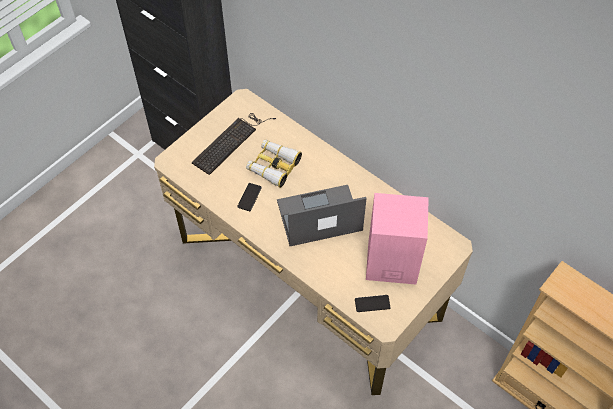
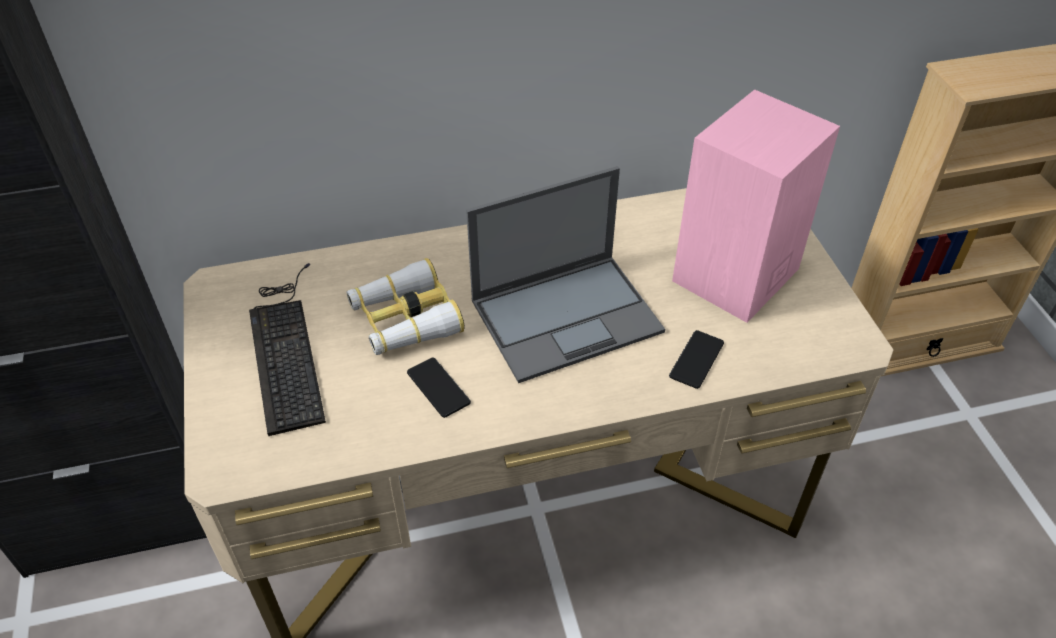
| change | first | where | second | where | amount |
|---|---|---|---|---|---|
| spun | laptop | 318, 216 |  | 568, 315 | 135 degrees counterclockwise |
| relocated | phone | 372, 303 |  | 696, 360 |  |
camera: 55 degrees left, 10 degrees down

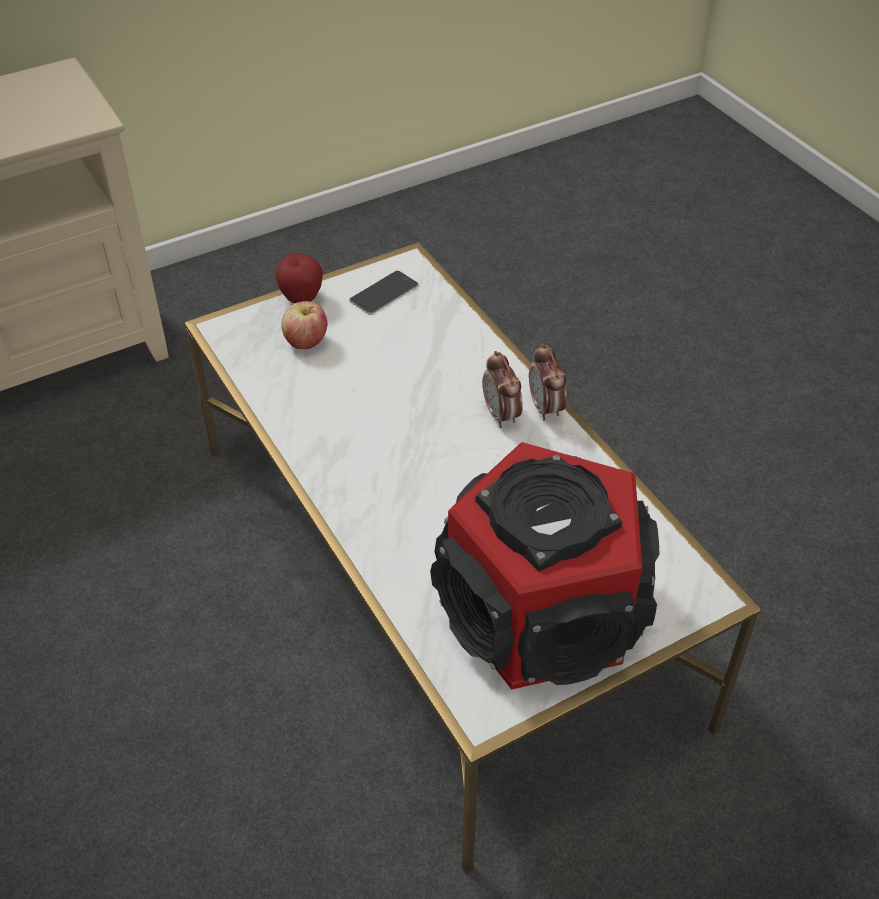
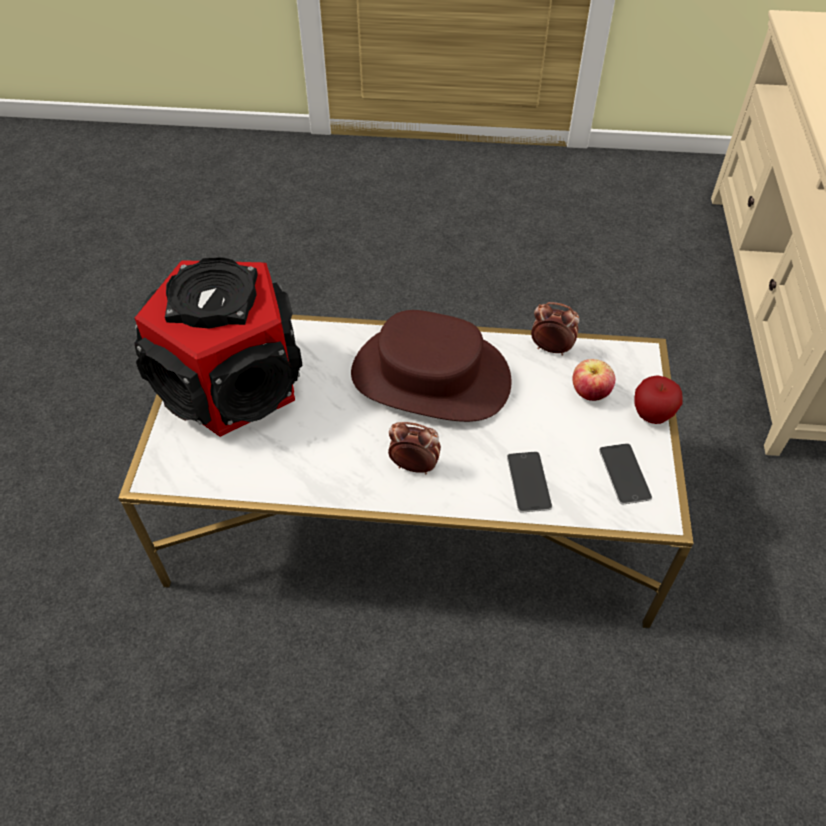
| change | first | where | second | where | amount |
|---|---|---|---|---|---|
| relocated | alarm clock | 546, 408 |  | 551, 348 |  |
| appeared |  |  | brown hat | 430, 377 |  |
| appeared |  |  | phone | 528, 481 |  |
camera: 125 degrees right, 5 degrees up

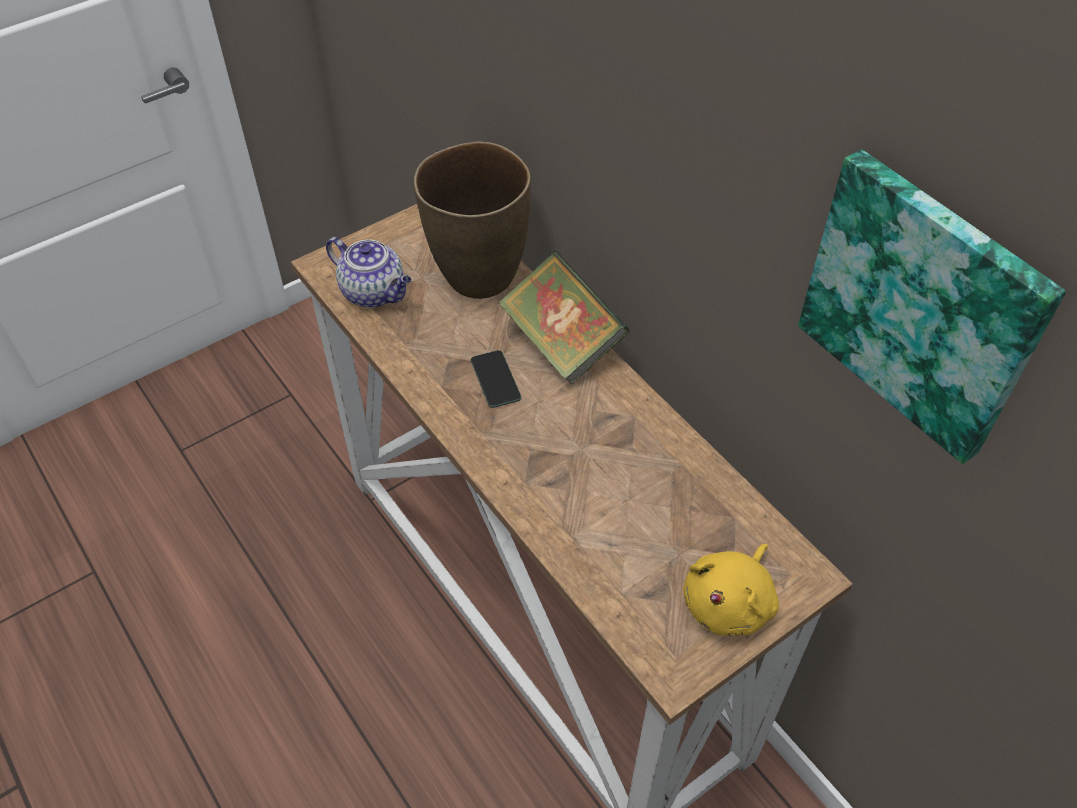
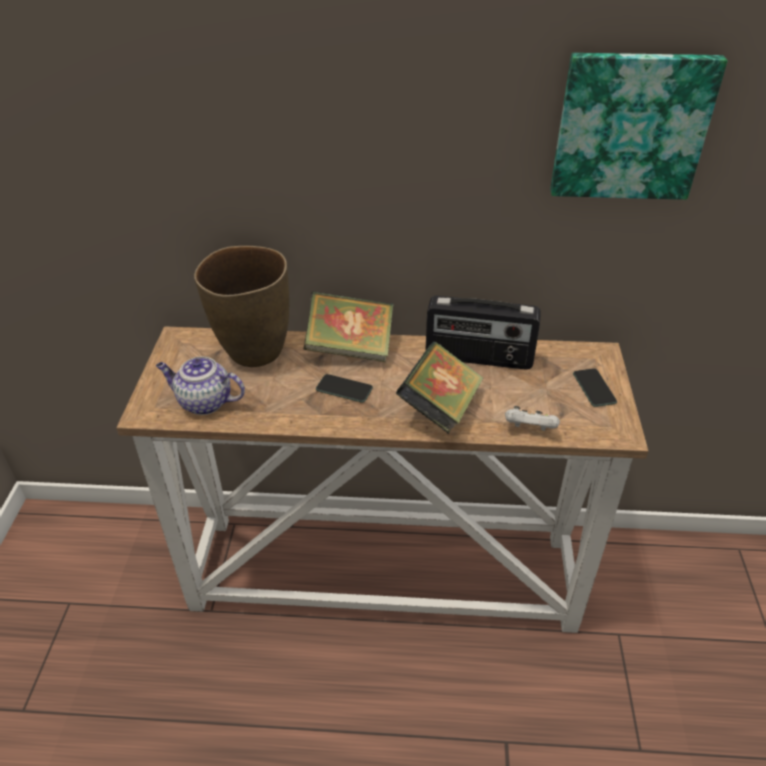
| change | first | where | second | where | amount |
|---|---|---|---|---|---|
| spun | teapot | 374, 293 |  | 204, 402 | 150 degrees counterclockwise |
| exchanged | yellow plush toy | 730, 603 | phone | 594, 388 |  |
| appeared |  |  | book | 440, 408 |  |
| appeared |  |  | radio | 478, 358 |  |
| appeared |  |  | white game controller | 529, 429 |  |
camera: 50 degrees left, 10 degrees down

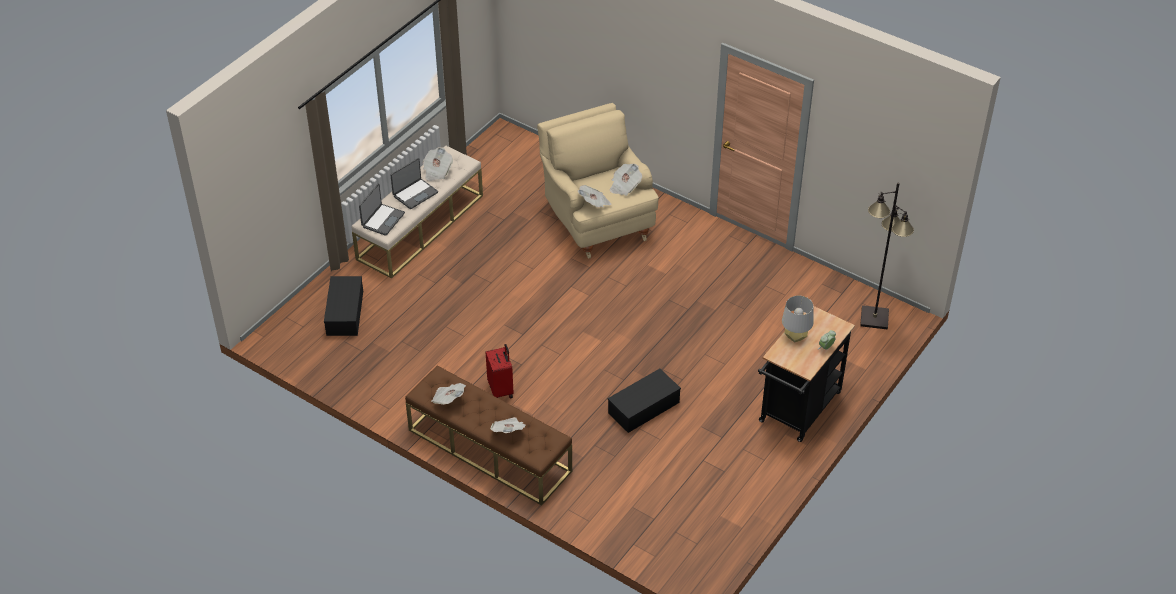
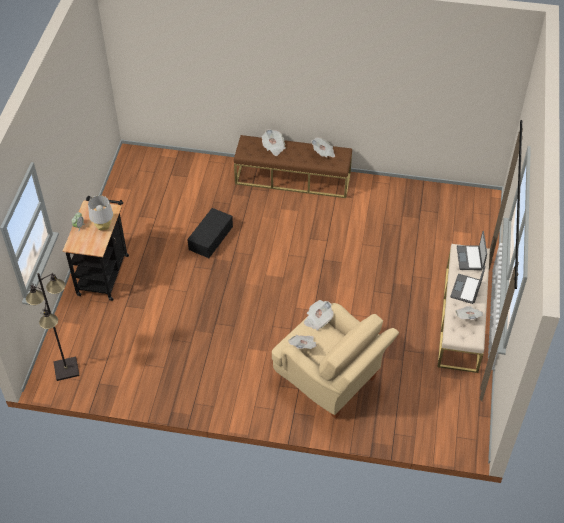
| change | first | where | second | where | amount |
|---|---|---|---|---|---|
| missing | black storage box | 344, 312 |  |  |  |
| missing | red suitcase | 501, 390 |  |  |  |
camera: 155 degrees right, 5 degrees up

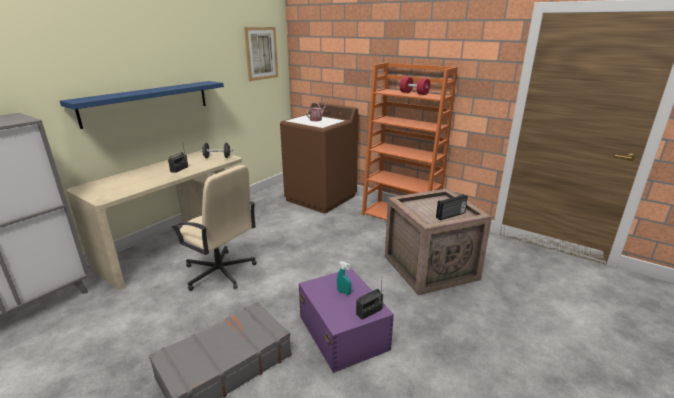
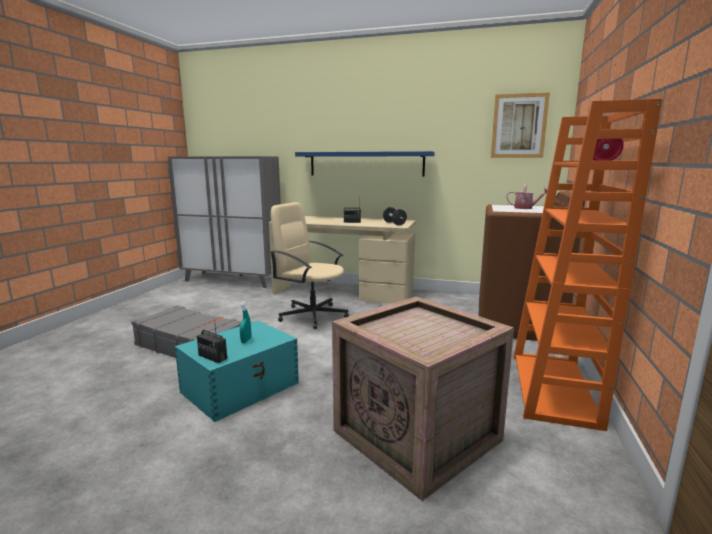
| change | first | where | second | where | amount |
|---|---|---|---|---|---|
| spun | beige office chair | 220, 272 |  | 312, 315 | 105 degrees clockwise |
| colour | purple storage box | 343, 331 | turquoise storage box | 241, 387 |  |
| missing | radio | 451, 215 |  |  |  |
camera: 70 degrees right, 10 degrees down

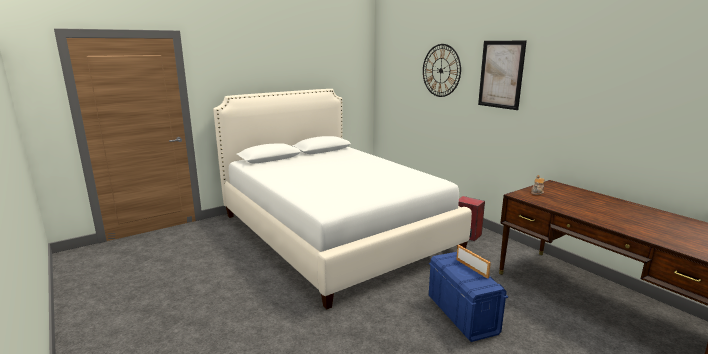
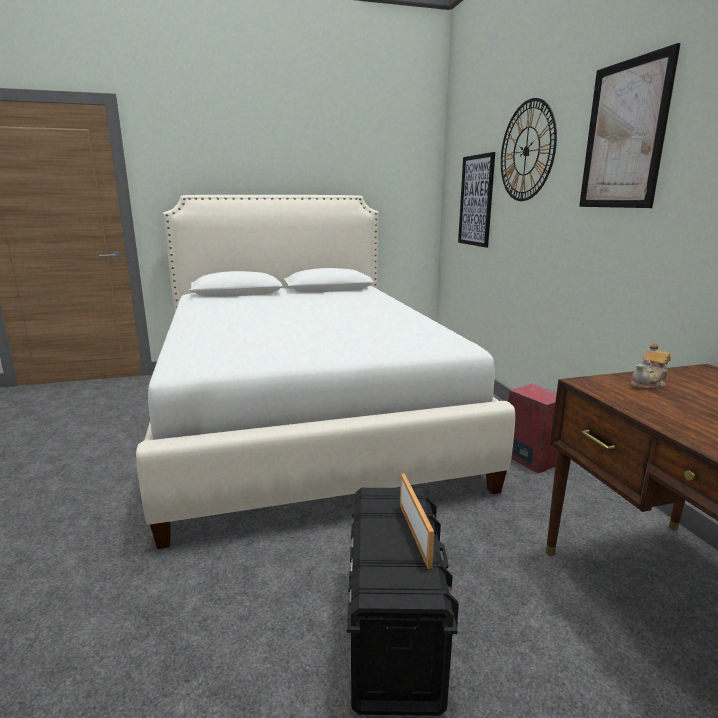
| change | first | where | second | where | amount |
|---|---|---|---|---|---|
| colour | blue storage box | 462, 314 | black storage box | 394, 630 |  |
| appeared |  |  | picture | 476, 201 |  |
camera: 20 degrees right, 0 degrees up

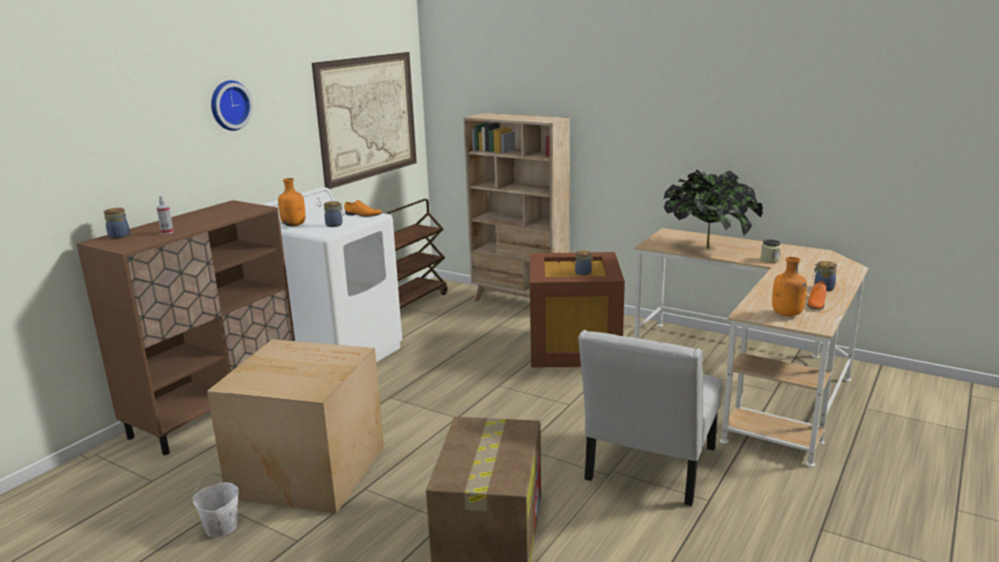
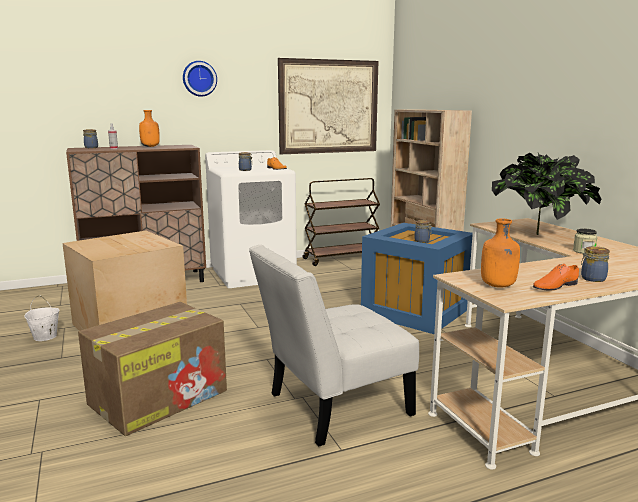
| change | first | where | second | where | amount |
|---|---|---|---|---|---|
| relocated | orange bottle | 294, 225 |  | 151, 146 |  |
| colour | brown storage box | 575, 347 | blue storage box | 417, 311 |  |
camera: 35 degrees right, 5 degrees down

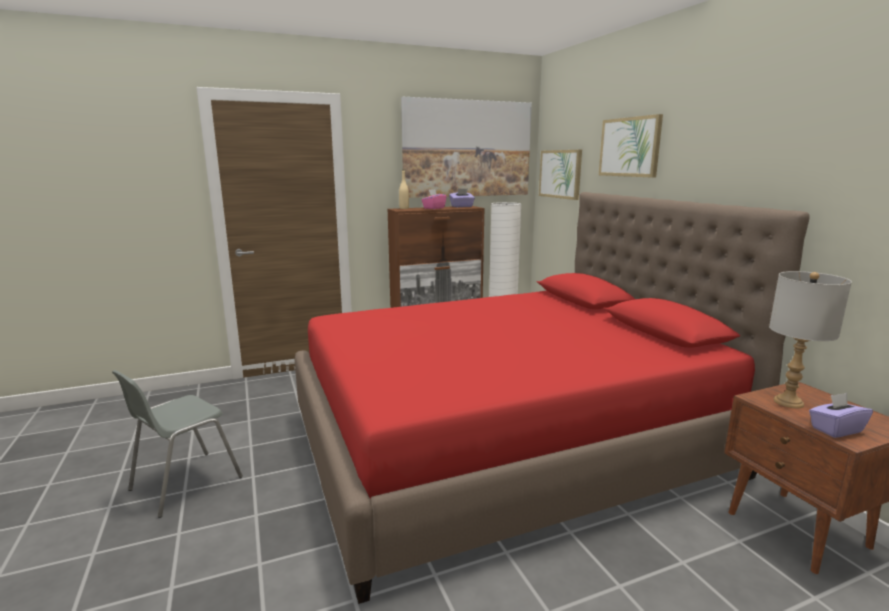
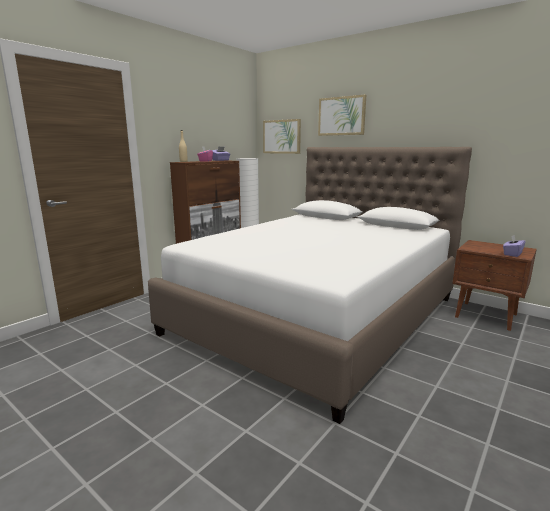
| change | first | where | second | where | amount |
|---|---|---|---|---|---|
| missing | grey chair | 184, 483 |  |  |  |
| colour | red bed | 506, 444 | white bed | 318, 315 |  |
| missing | picture | 467, 149 |  |  |  |
| missing | grey table lamp | 789, 402 |  |  |  |
camera: 30 degrees left, 0 degrees up

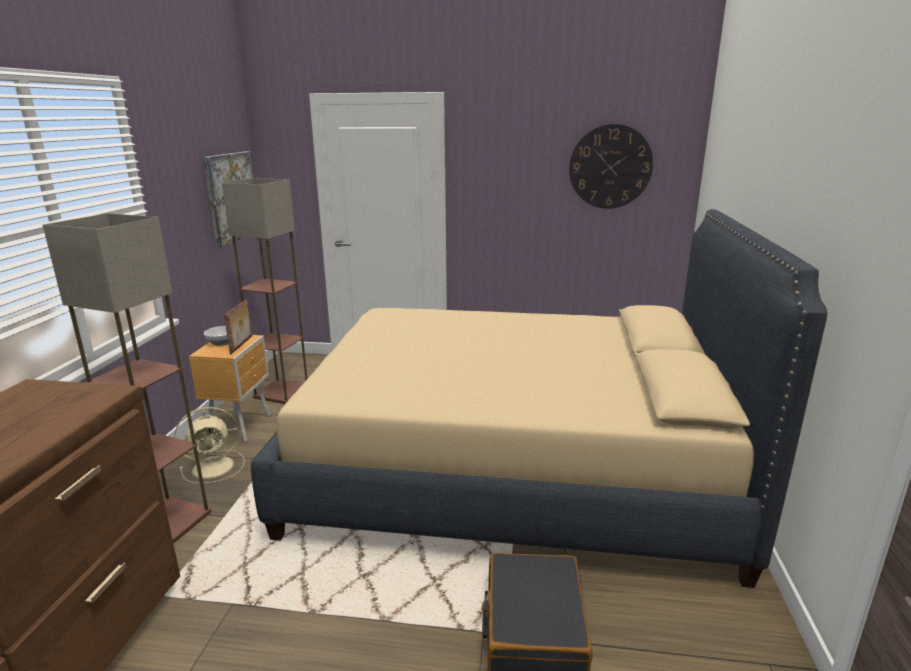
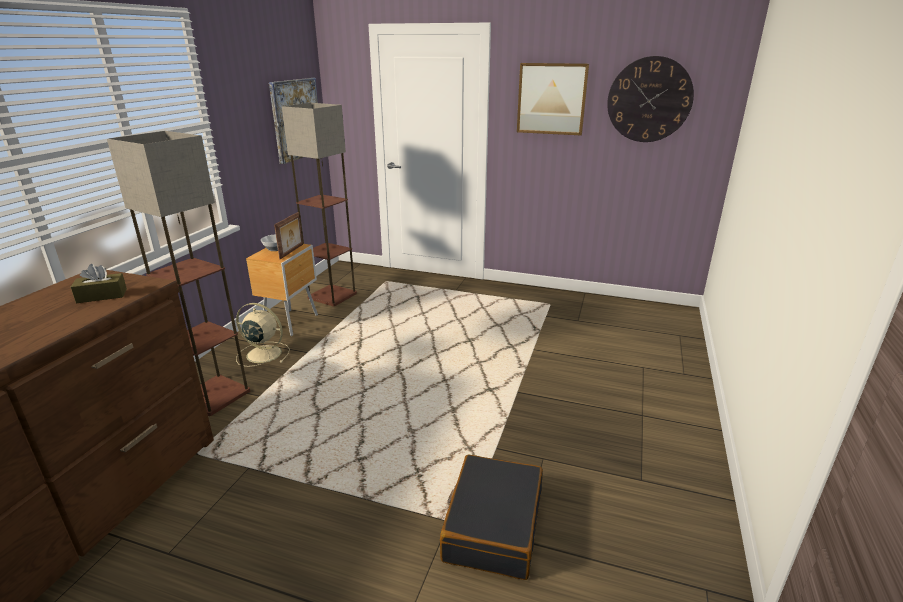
| change | first | where | second | where | amount |
|---|---|---|---|---|---|
| spun | beige fan | 215, 467 |  | 262, 354 | 150 degrees counterclockwise |
| missing | beige bed | 511, 467 |  |  |  |
| appeared |  |  | brown tissue box | 102, 296 |  |
| appeared |  |  | picture | 551, 99 |  |
camera: 10 degrees right, 5 degrees up

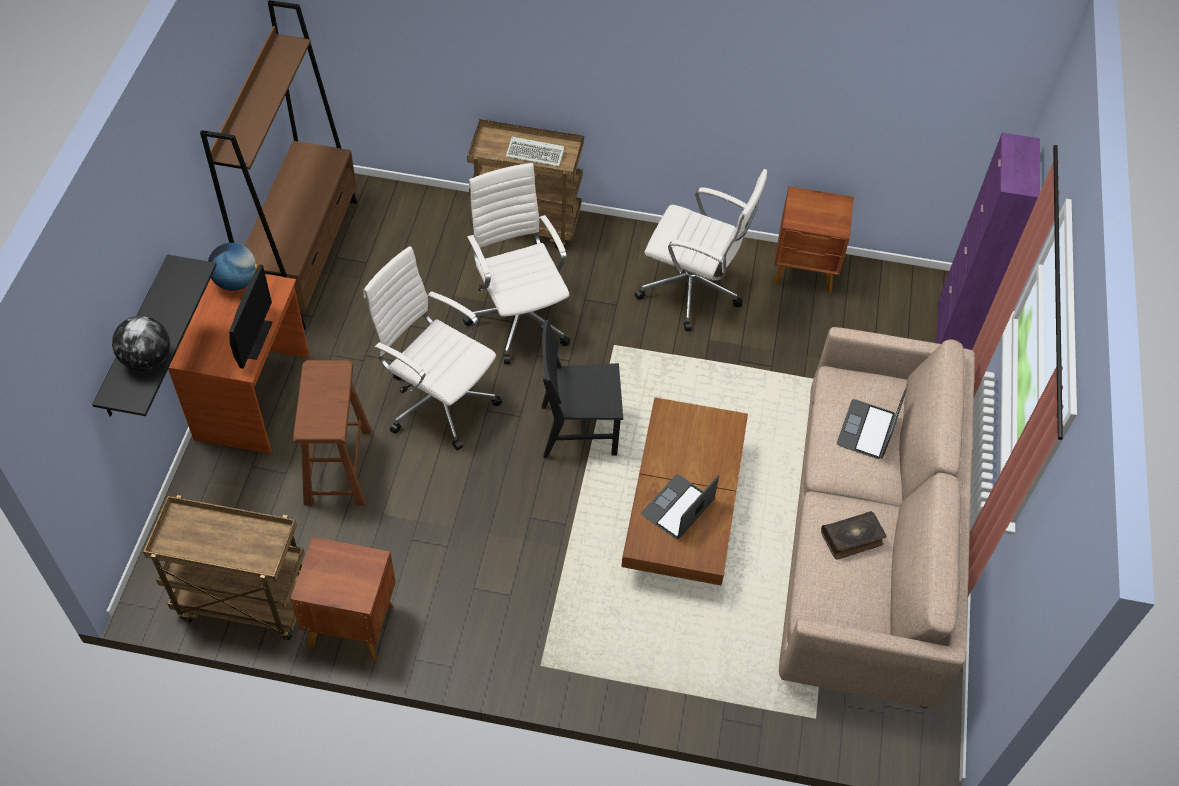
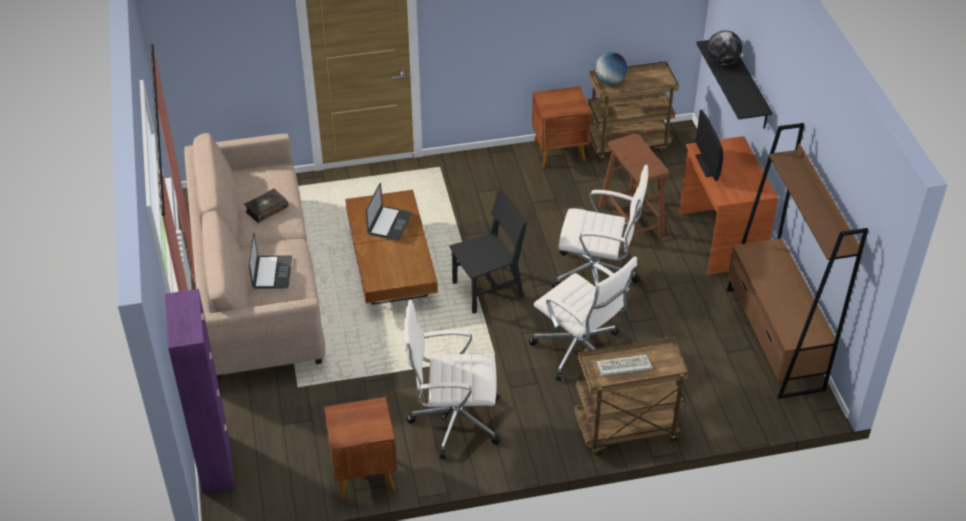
| change | first | where | second | where | amount |
|---|---|---|---|---|---|
| relocated | globe | 236, 282 |  | 609, 81 |  |
camera: 160 degrees right, 10 degrees down

